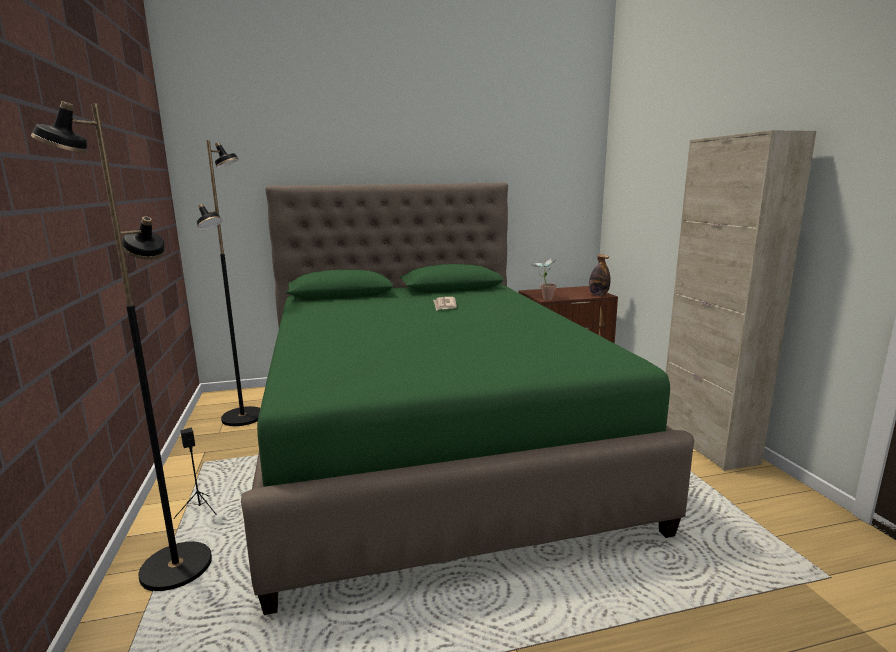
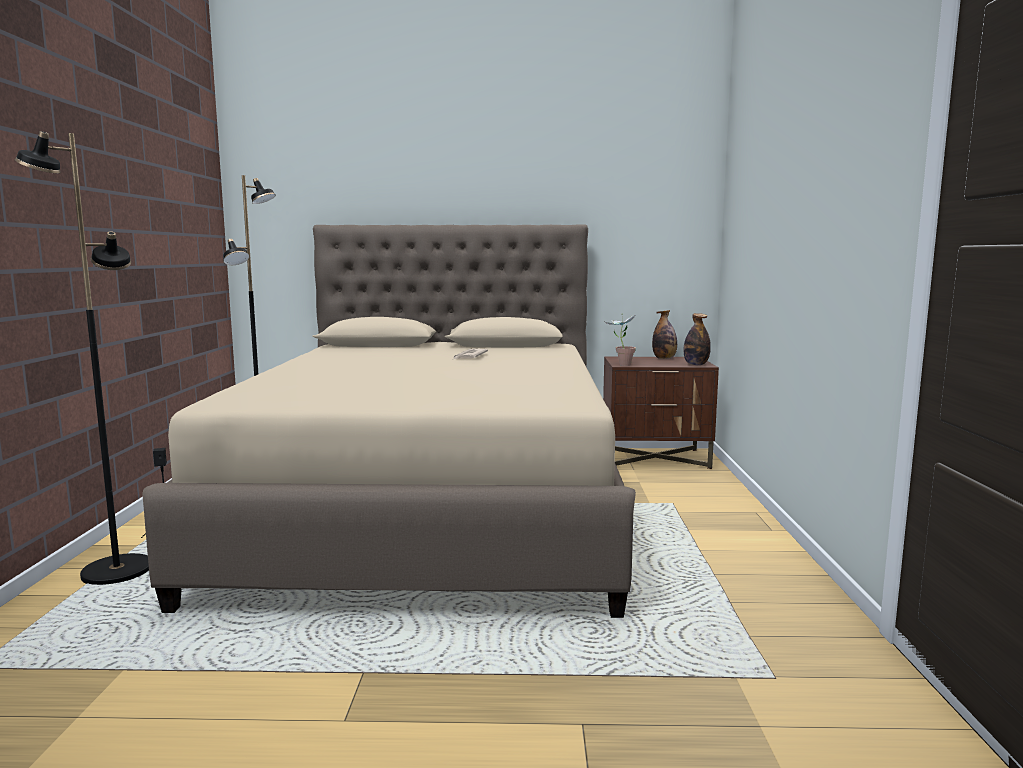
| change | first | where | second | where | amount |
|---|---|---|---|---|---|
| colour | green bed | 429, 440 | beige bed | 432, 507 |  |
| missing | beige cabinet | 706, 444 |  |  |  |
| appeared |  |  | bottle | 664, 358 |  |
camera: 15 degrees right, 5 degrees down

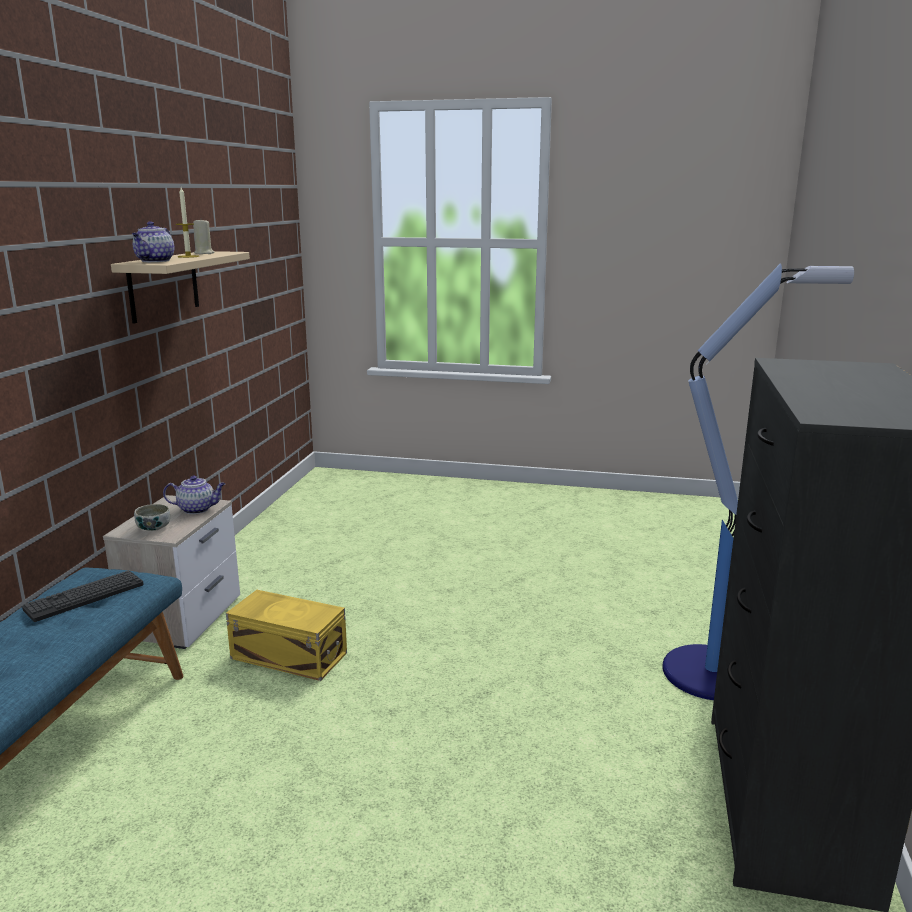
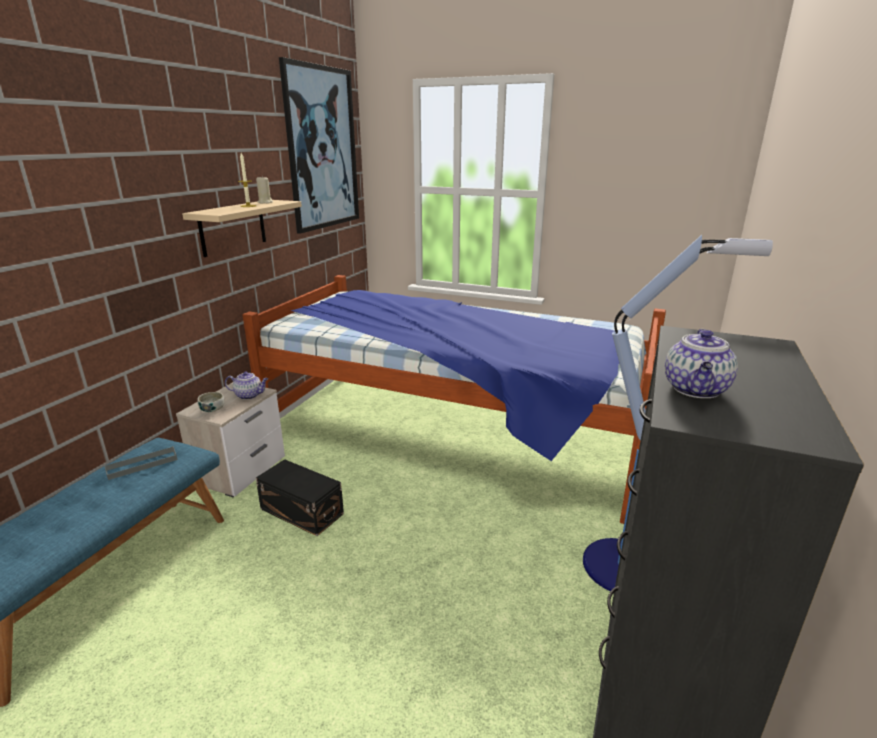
| change | first | where | second | where | amount |
|---|---|---|---|---|---|
| exchanged | keyboard | 85, 596 | grey tray | 142, 465 |  |
| relocated | teapot | 155, 261 |  | 696, 390 |  |
| colour | yellow storage box | 288, 654 | black storage box | 302, 510 |  |
| appeared |  |  | bed | 454, 433 |  |
| appeared |  |  | picture | 322, 149 |  |
camera: 10 degrees right, 5 degrees up

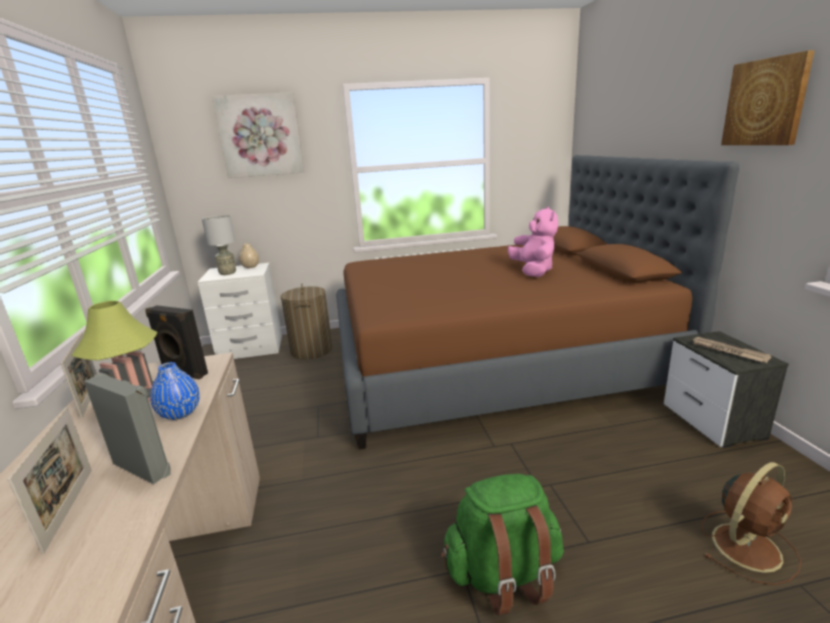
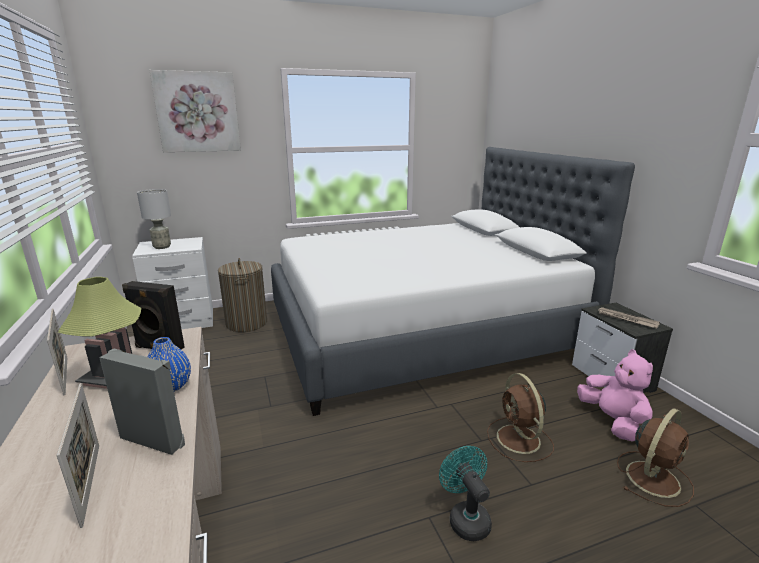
| change | first | where | second | where | amount |
|---|---|---|---|---|---|
| missing | beige vase | 250, 267 |  |  |  |
| colour | brown bed | 492, 361 | white bed | 421, 331 |  |
| exchanged | green backpack | 503, 574 | turquoise fan | 465, 518 |  |
| relocated | pink plush toy | 533, 271 |  | 612, 421 |  |
| missing | picture | 766, 102 |  |  |  |
| appeared |  |  | brown fan | 519, 440 |  |
camera: 10 degrees left, 0 degrees up

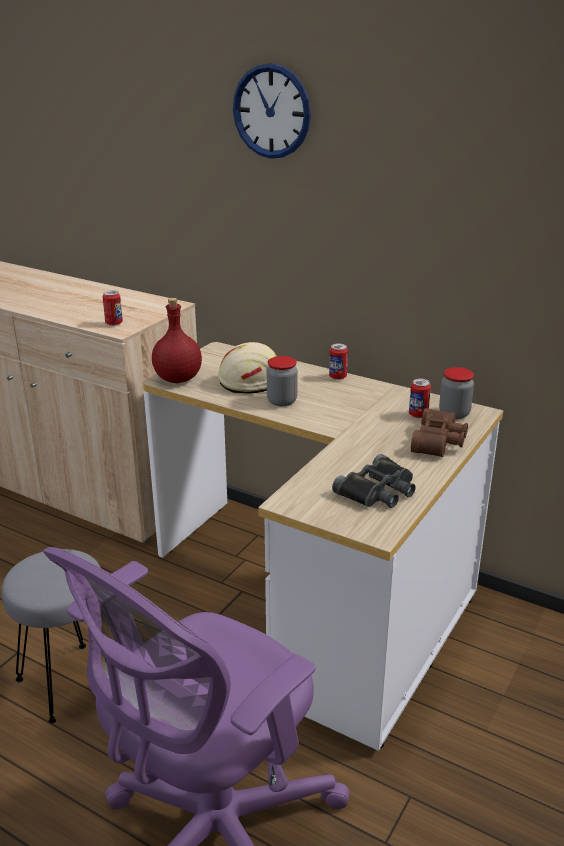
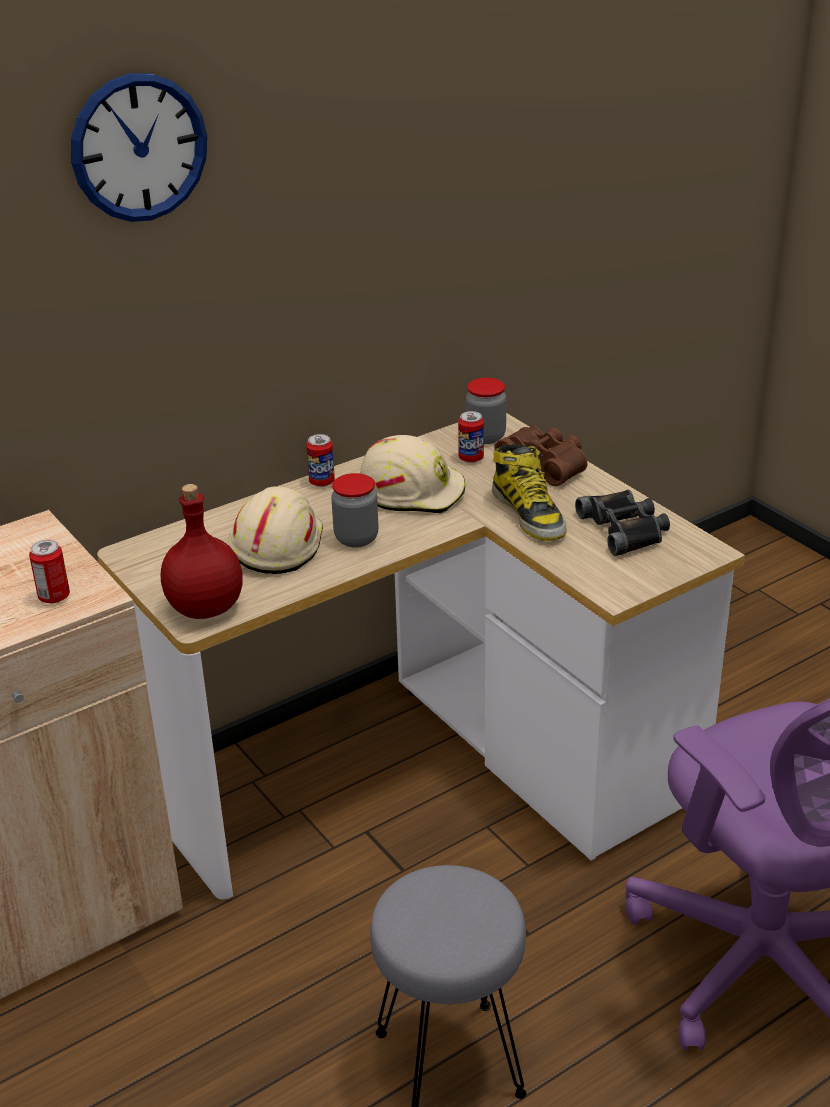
| change | first | where | second | where | amount |
|---|---|---|---|---|---|
| appeared |  |  | beige hard hat | 412, 492 |  |
| appeared |  |  | boot | 529, 514 |  |
camera: 65 degrees left, 5 degrees up

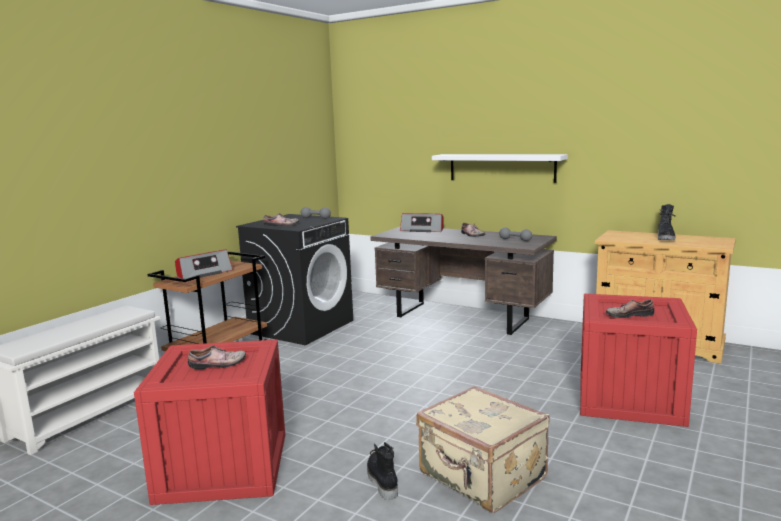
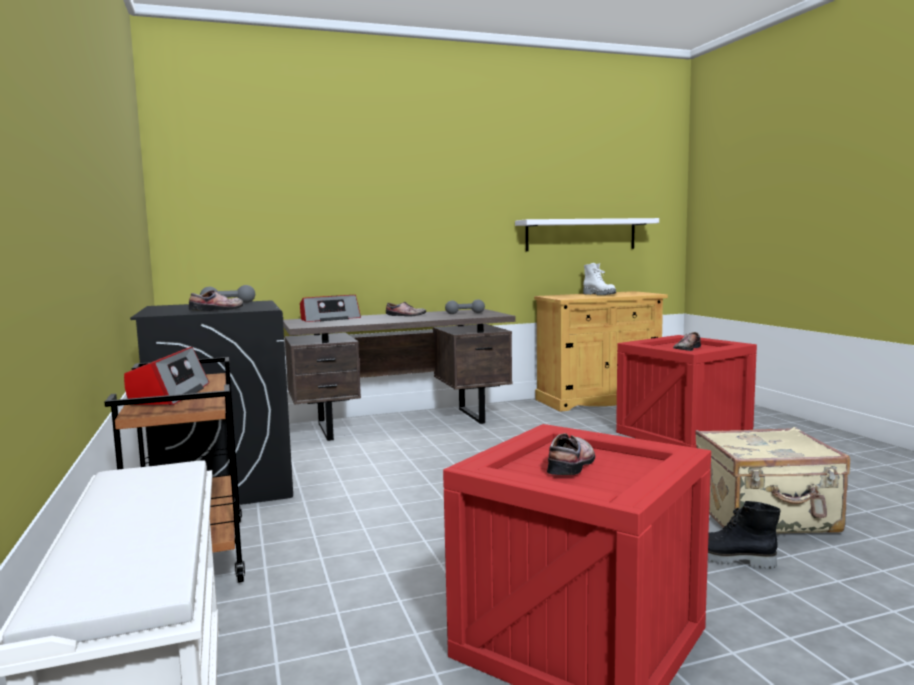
| change | first | where | second | where | amount |
|---|---|---|---|---|---|
| relocated | white shelf | 501, 167 |  | 581, 234 |  |
| colour | black boot | 666, 238 | white boot | 600, 294 |  |
camera: 50 degrees left, 5 degrees down

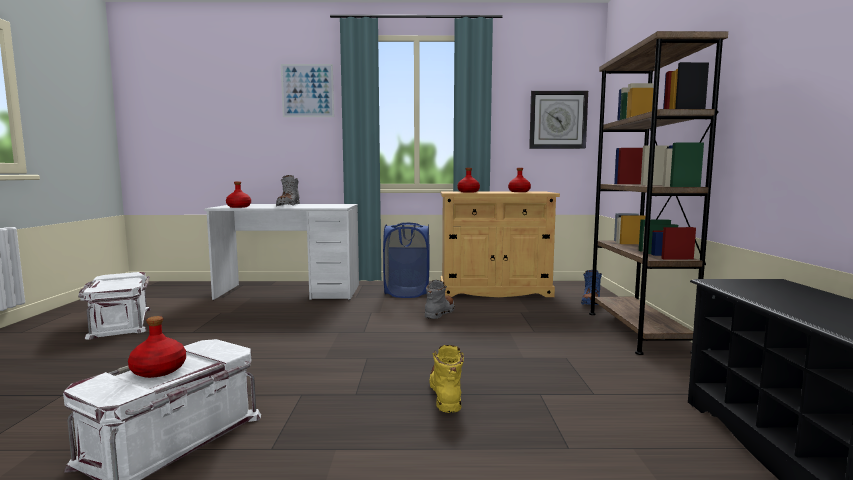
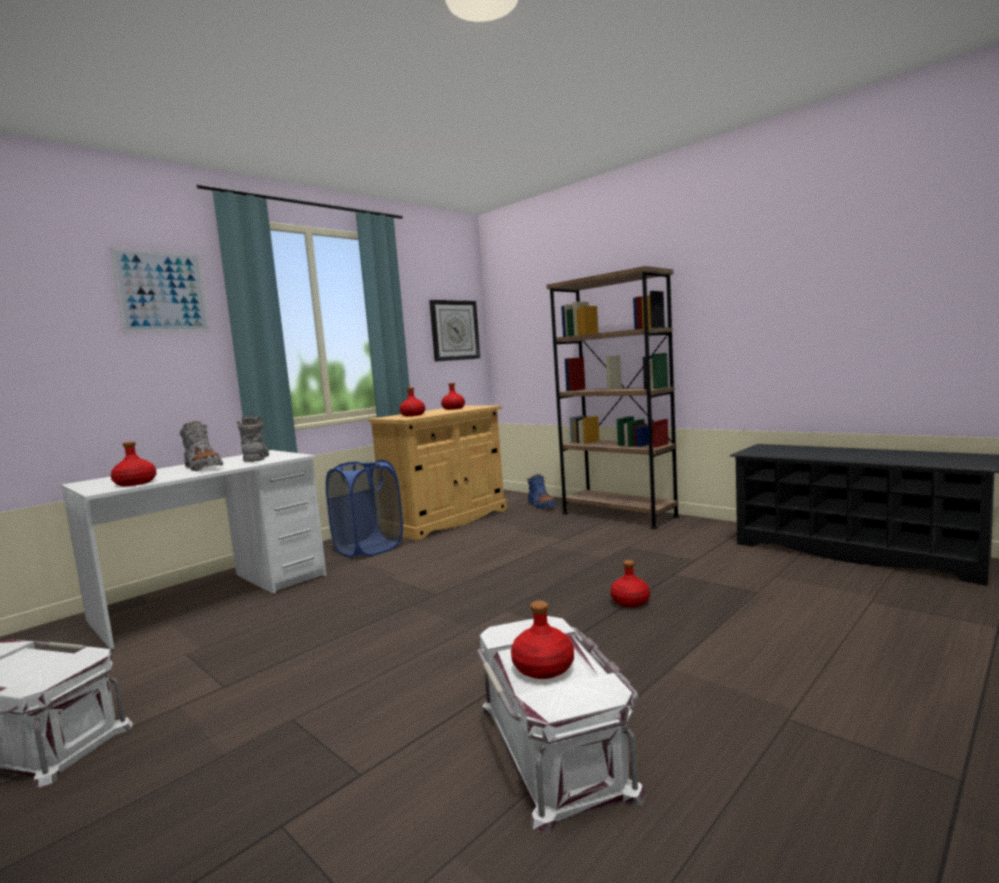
| change | first | where | second | where | amount |
|---|---|---|---|---|---|
| relocated | grey boot | 440, 312 |  | 255, 458 |  |
| exchanged | yellow boot | 446, 394 | red bottle | 630, 602 |  |
camera: 45 degrees left, 0 degrees up

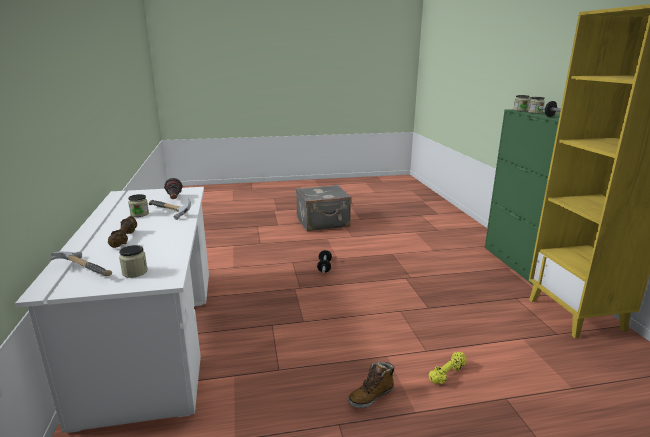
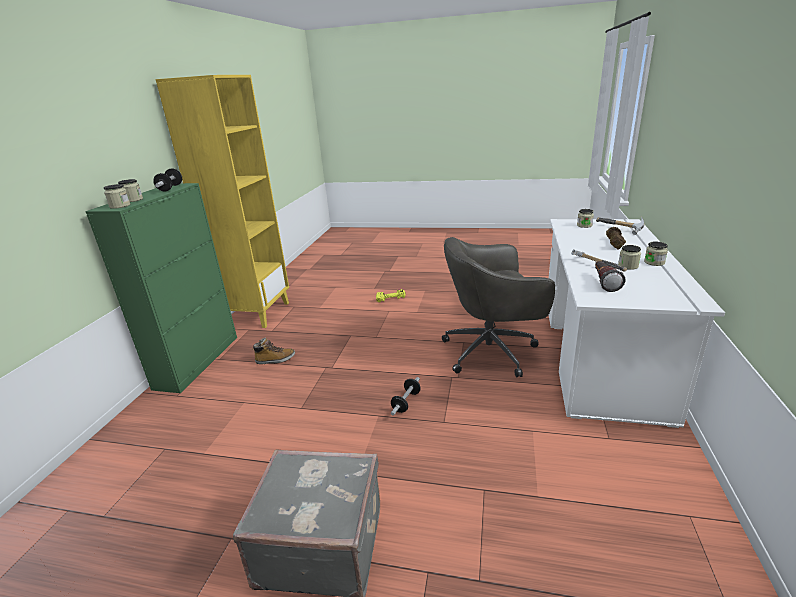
| change | first | where | second | where | amount |
|---|---|---|---|---|---|
| relocated | boot | 371, 396 |  | 275, 360 |  |
| appeared |  |  | grey office chair | 492, 351 |  |
| appeared |  |  | jar | 654, 262 |  |
camera: 155 degrees left, 5 degrees up

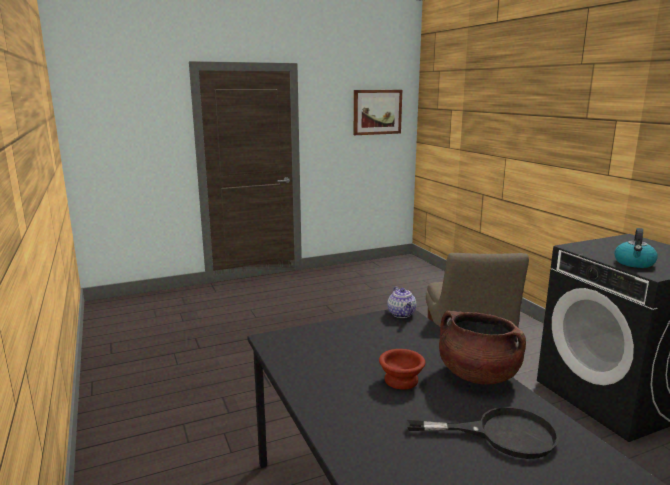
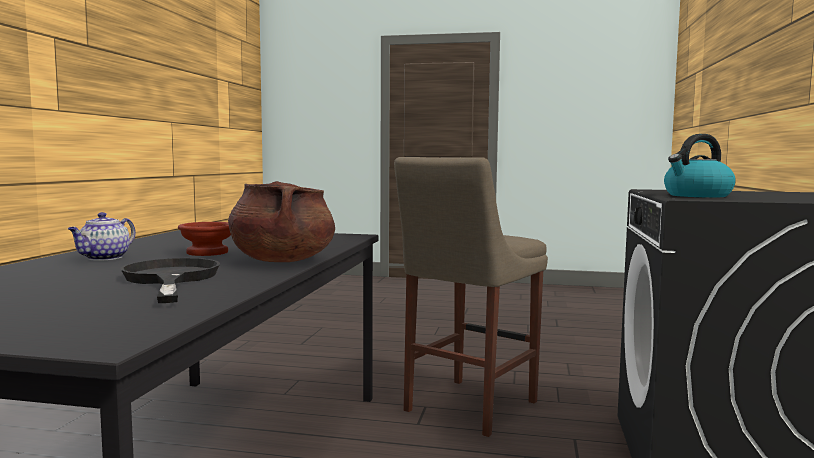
| change | first | where | second | where | amount |
|---|---|---|---|---|---|
| missing | picture | 377, 112 |  |  |  |
| relocated | teapot | 402, 314 |  | 104, 258 |  |
| spun | black frying pan | 501, 434 |  | 170, 279 | 150 degrees counterclockwise |
camera: 35 degrees right, 10 degrees down

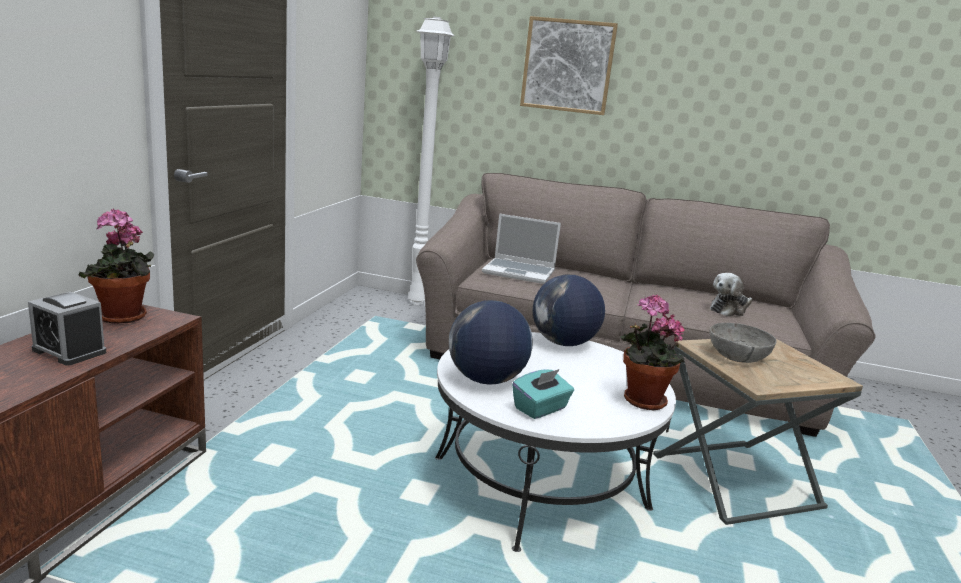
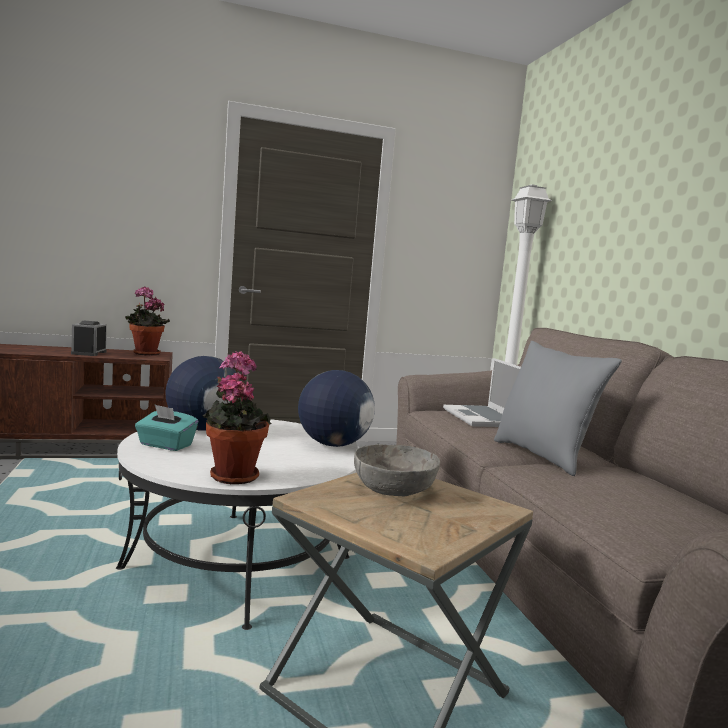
| change | first | where | second | where | amount |
|---|---|---|---|---|---|
| missing | picture | 567, 66 |  |  |  |
| missing | plush toy | 729, 310 |  |  |  |
| appeared |  |  | grey pillow | 543, 456 |  |
camera: 60 degrees right, 10 degrees down

